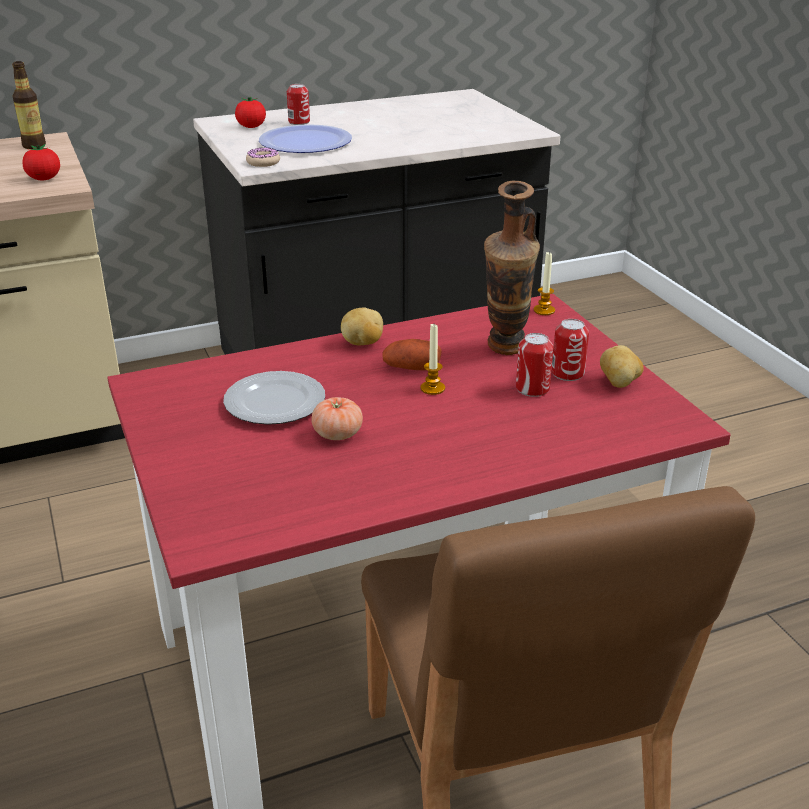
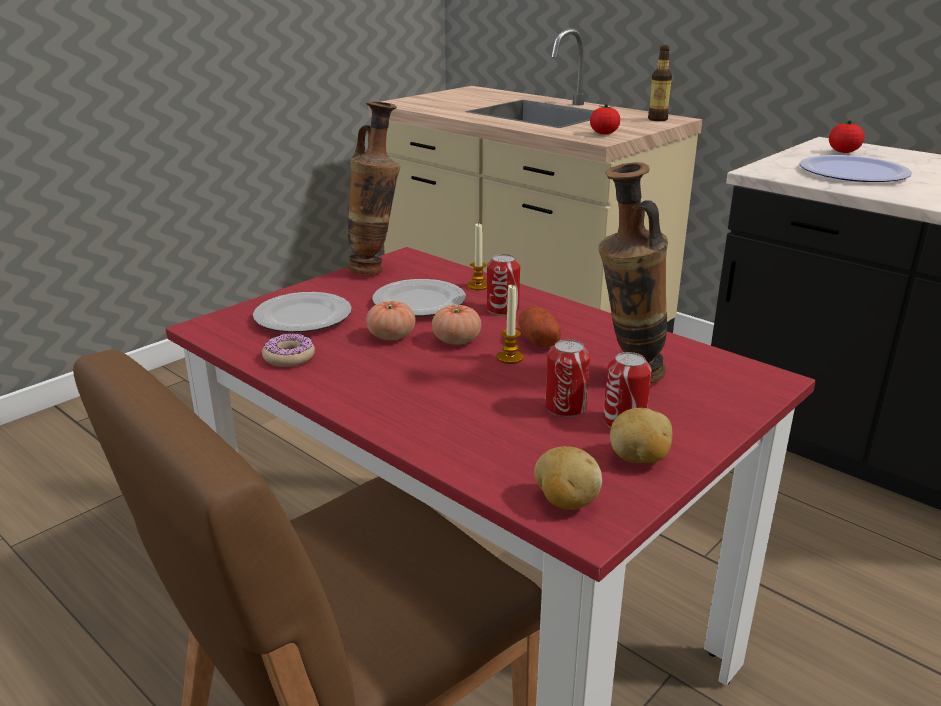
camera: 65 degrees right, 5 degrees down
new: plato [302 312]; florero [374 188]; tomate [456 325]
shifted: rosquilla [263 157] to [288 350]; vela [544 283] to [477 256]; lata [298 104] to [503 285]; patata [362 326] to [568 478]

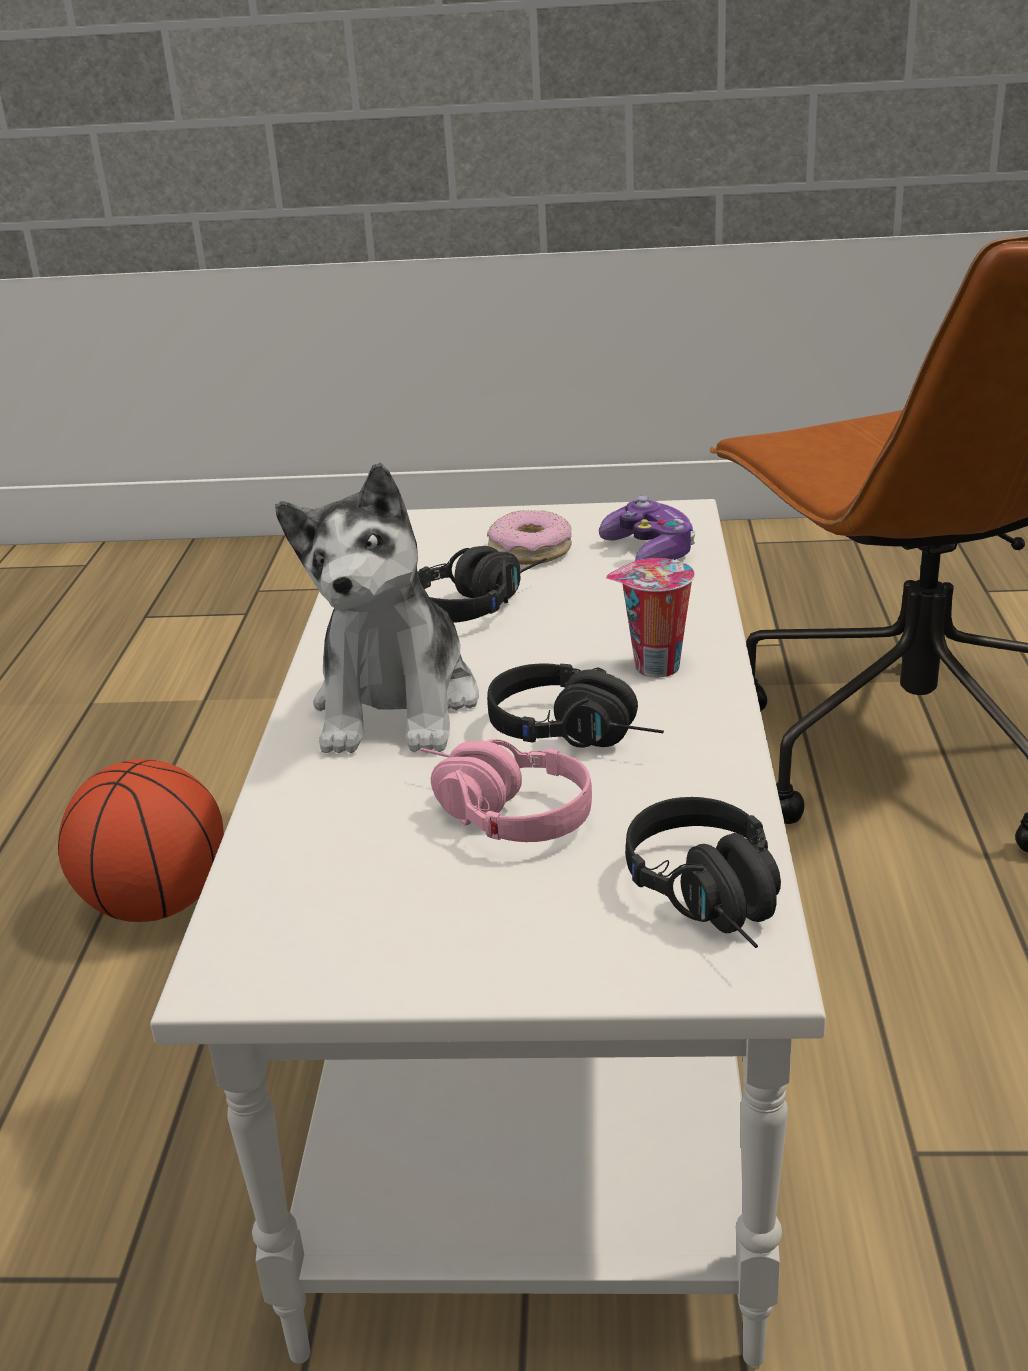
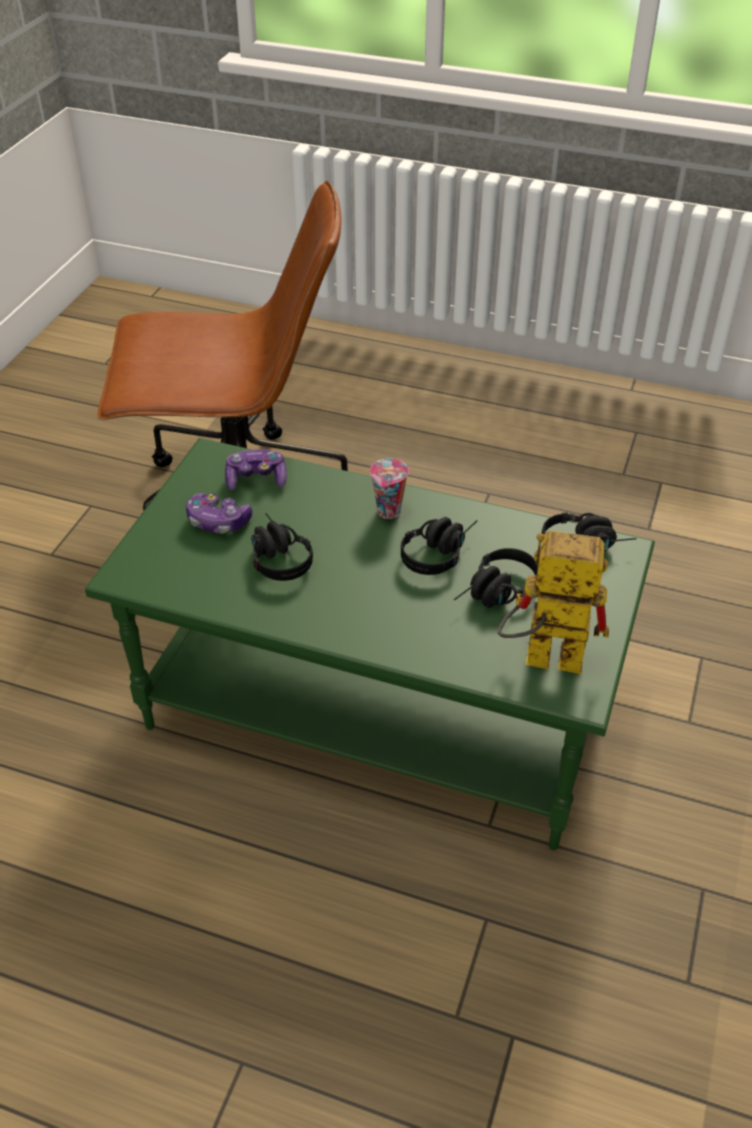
camera: 75 degrees left, 15 degrees up
gone: balón de baloncesto [141 840]; peluche [377 608]
new: robot de juguete [553 602]
swapped: rosquilla [529 537] to mando de consola [219 513]
repainted: mesa de centro/blanco [488 933] to mesa de centro/verde [370 644]; auriculares/rosa [506 790] to auriculares/negro [496 578]

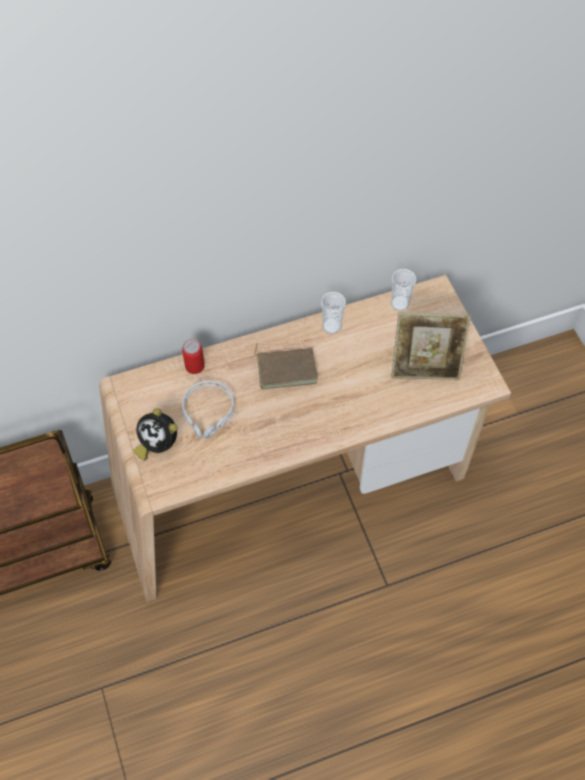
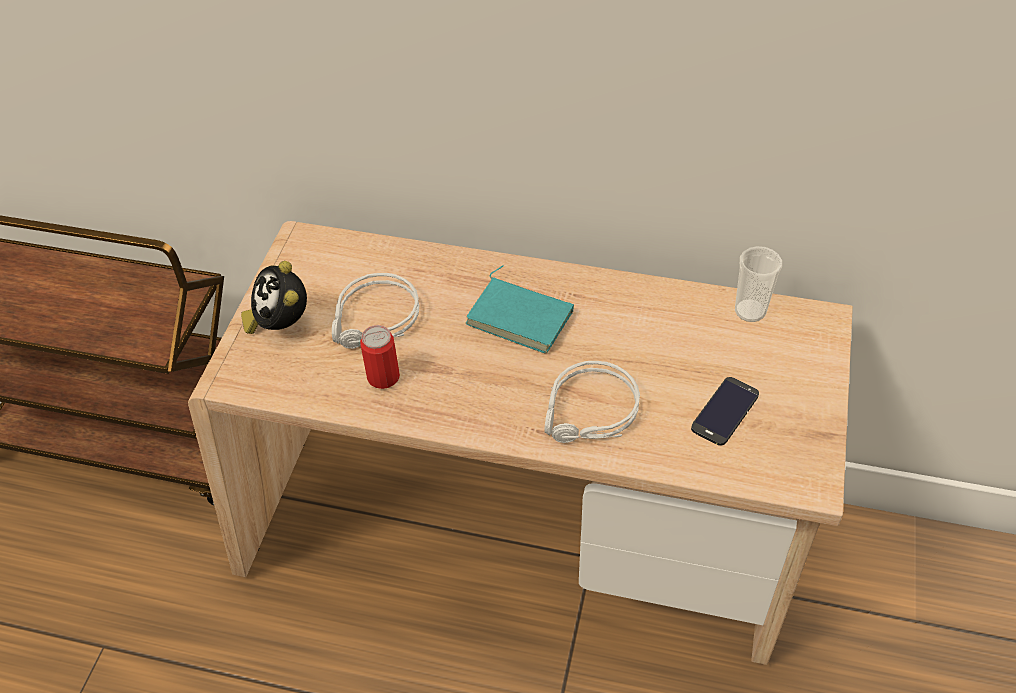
camera: 35 degrees right, 10 degrees down
gone: taza [333 313]
new: auriculares/gris [592 402]
shifted: lata [193 356] to [380 357]
swapped: portarretratos [431 346] to móvil [725 411]
repainted: libro/marrón [286 366] to libro/turquesa [519 309]

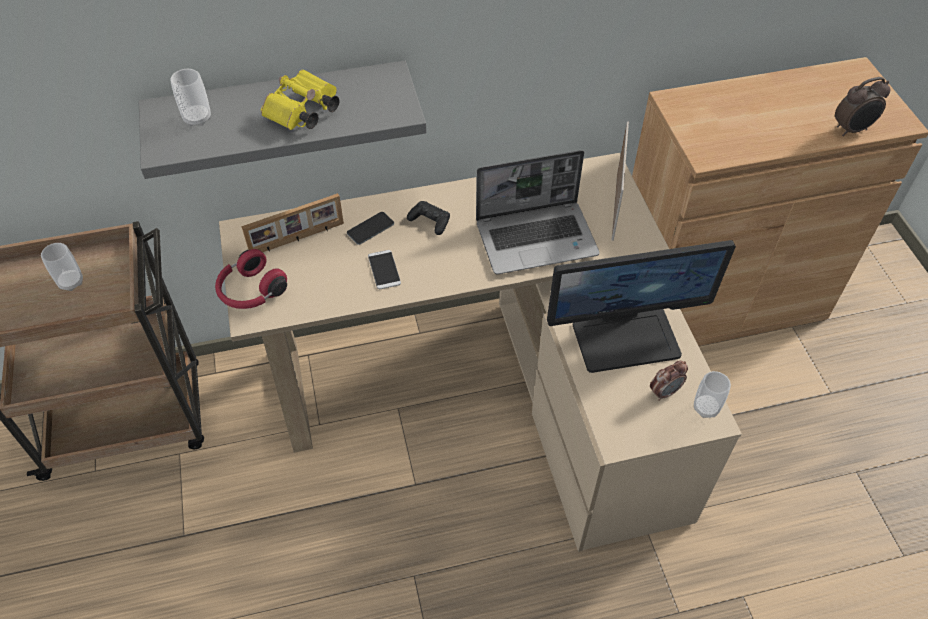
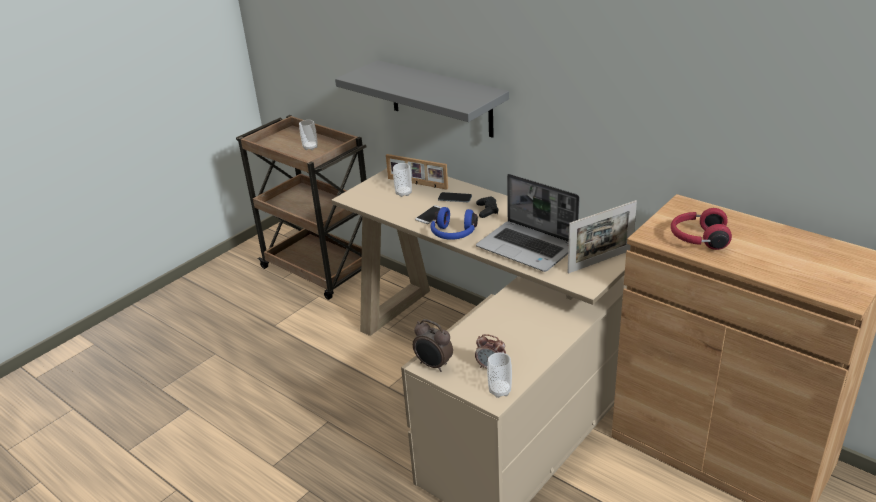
camera: 55 degrees right, 20 degrees down
gone: prismáticos/amarillo [300 100]; monitor [641 306]
new: auriculares/azul [454 223]
shifted: taza [190 97] to [402 180]; despertador [862 106] to [433 345]; auriculares/rojo [251 279] to [701 229]

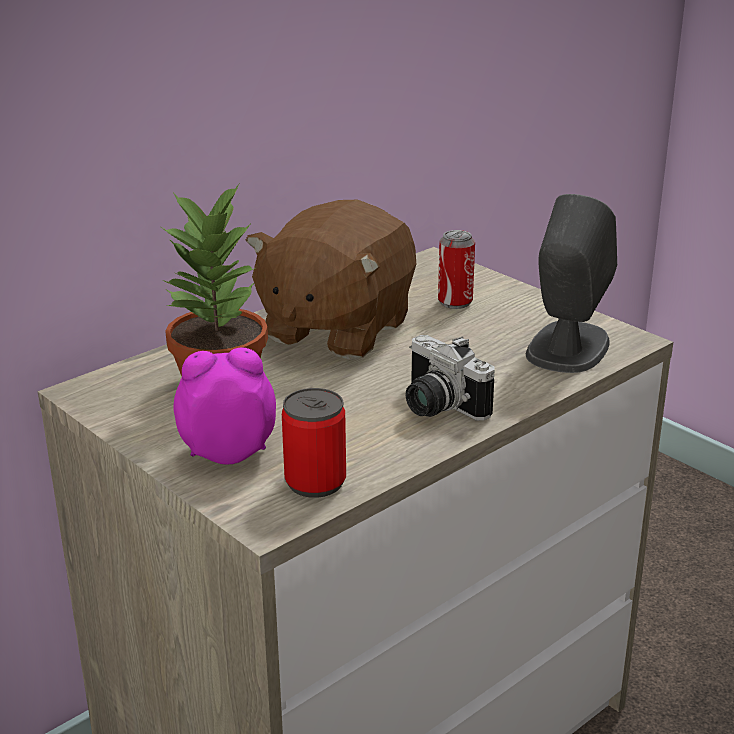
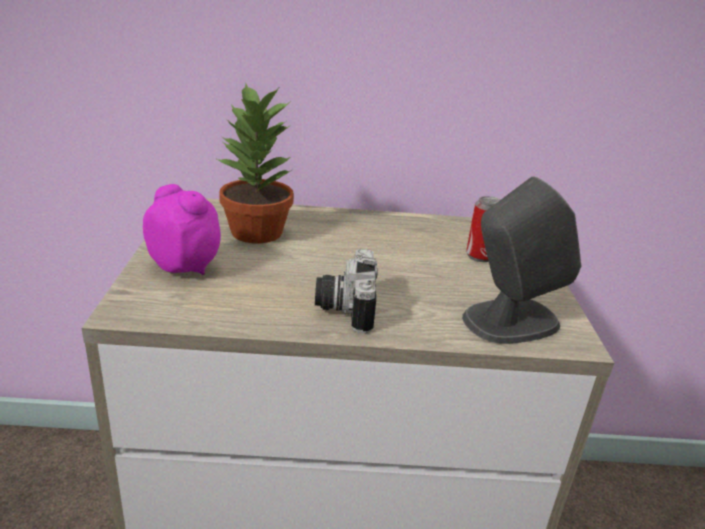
camera: 40 degrees right, 0 degrees up
gone: peluche/marrón [331 280]; lata [314 443]

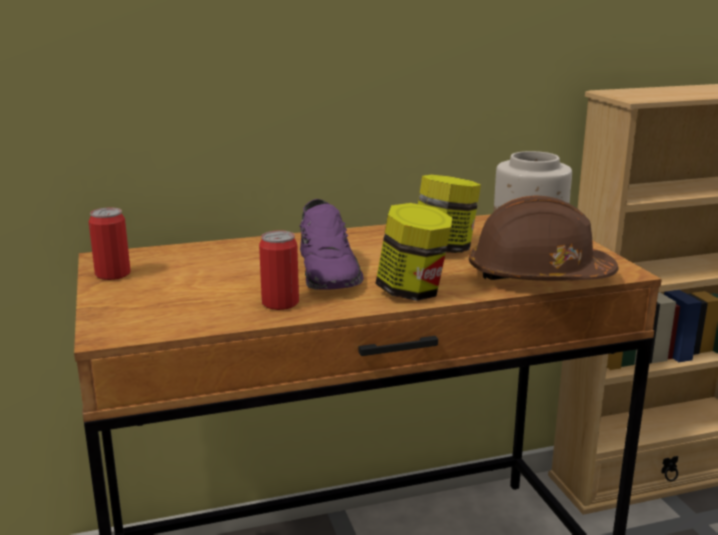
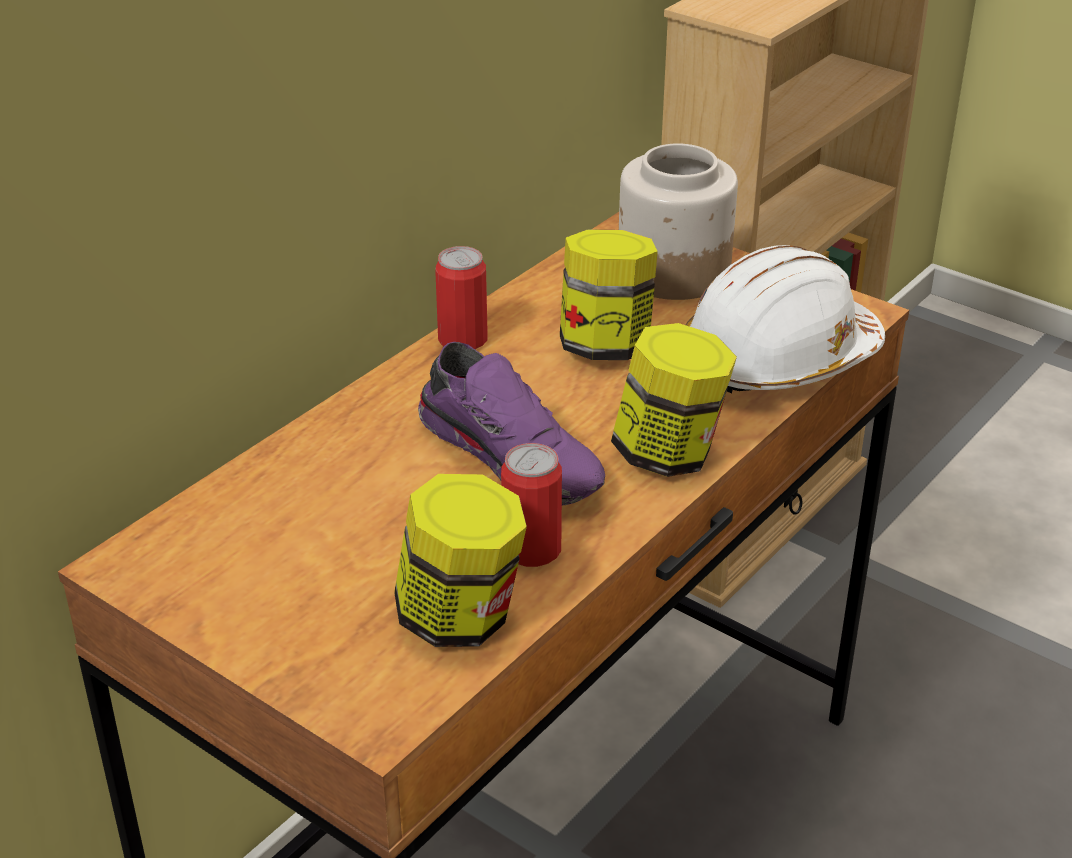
camera: 35 degrees left, 15 degrees up
new: tarro [460 560]
shifted: lata [110 243] to [461 297]
repainted: casco/marrón [544 238] to casco/blanco [785 319]

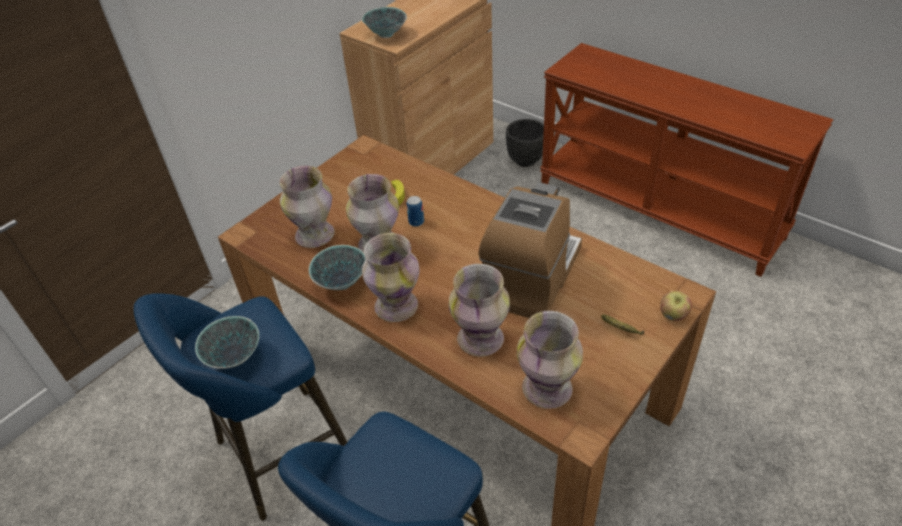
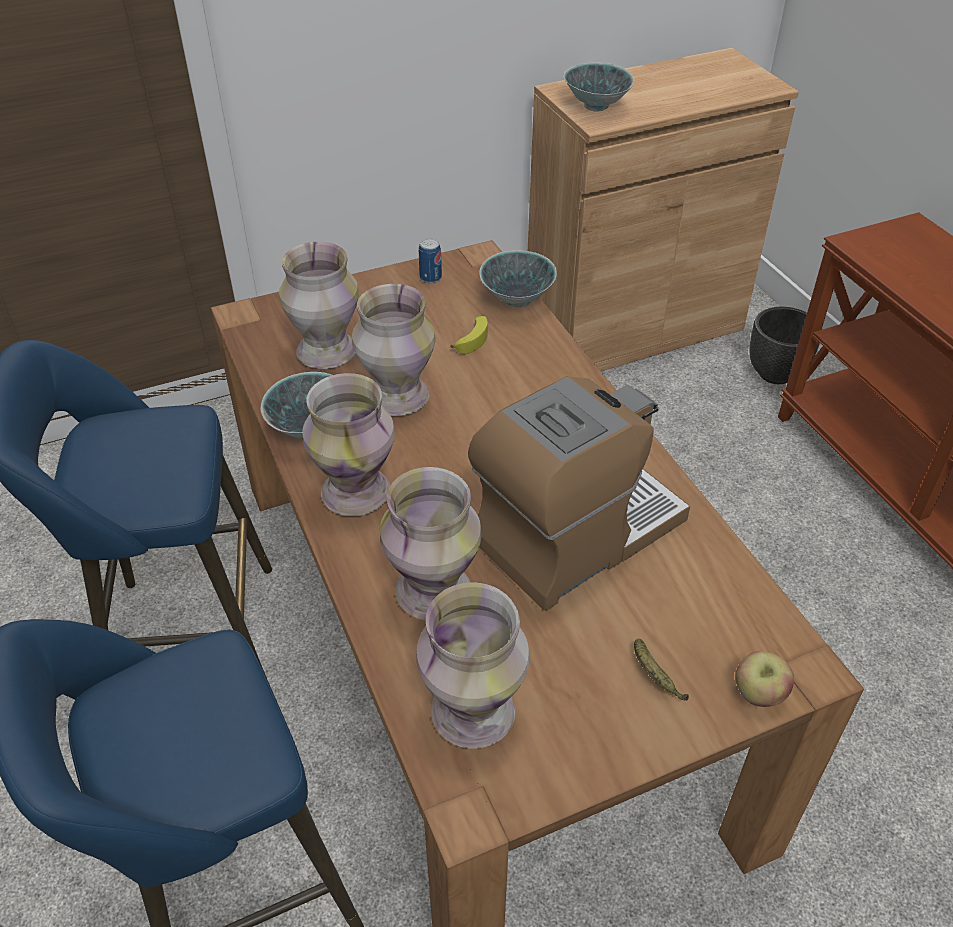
camera: 25 degrees right, 0 degrees up
shifted: lata [415 211] to [430 260]; cuenco [227 342] to [518 278]

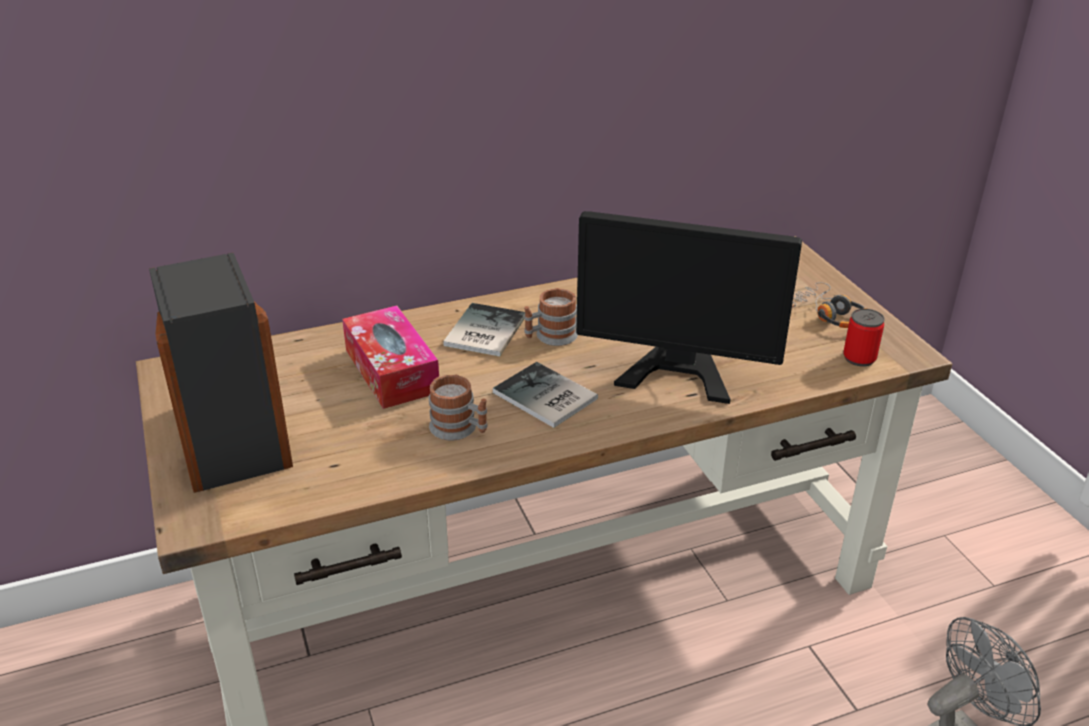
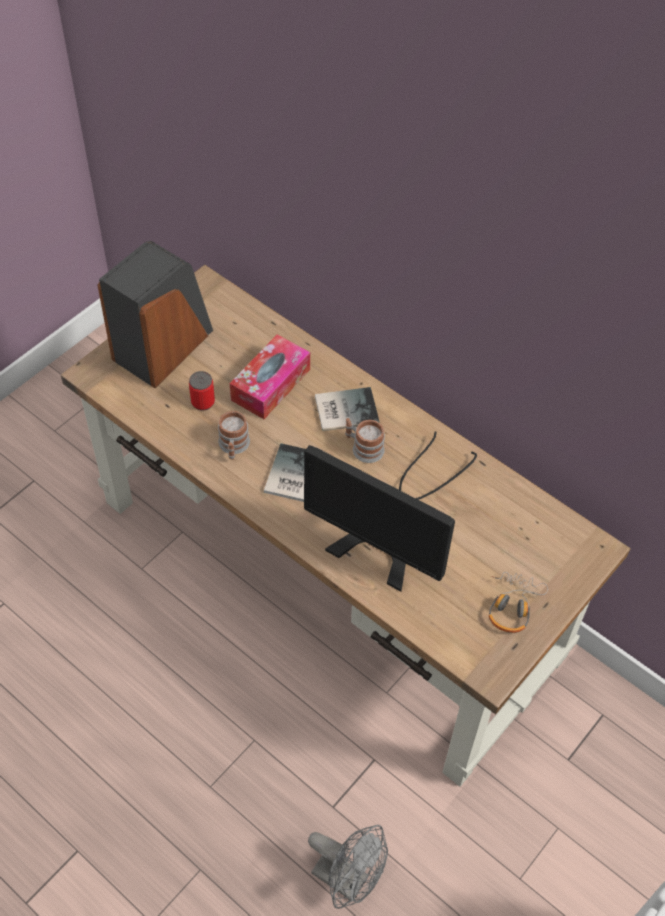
camera: 60 degrees right, 20 degrees up
shifted: lata [863 338] to [202 391]
rotated: monitor [689 307] = [390 511] 45 degrees counterclockwise

